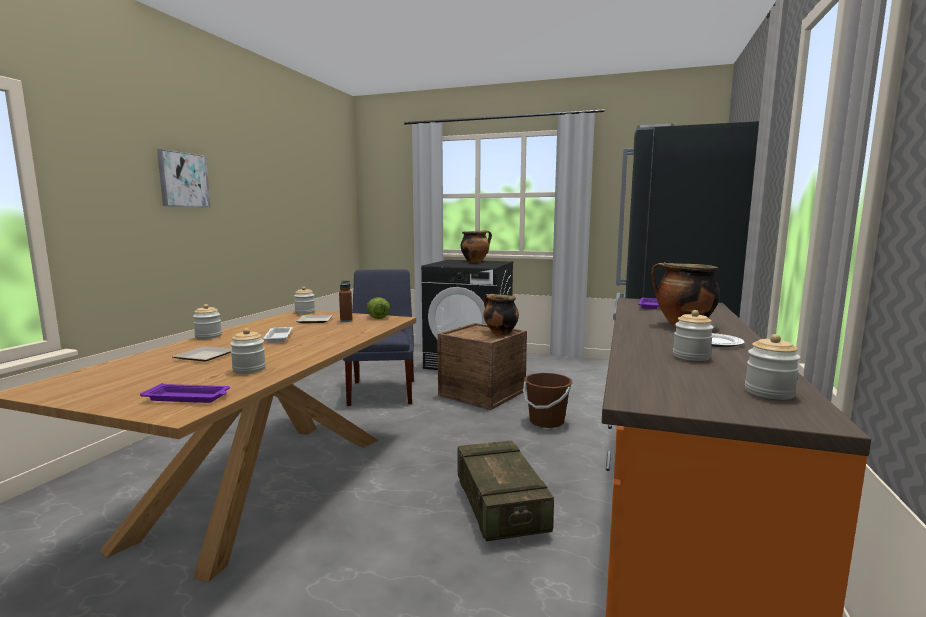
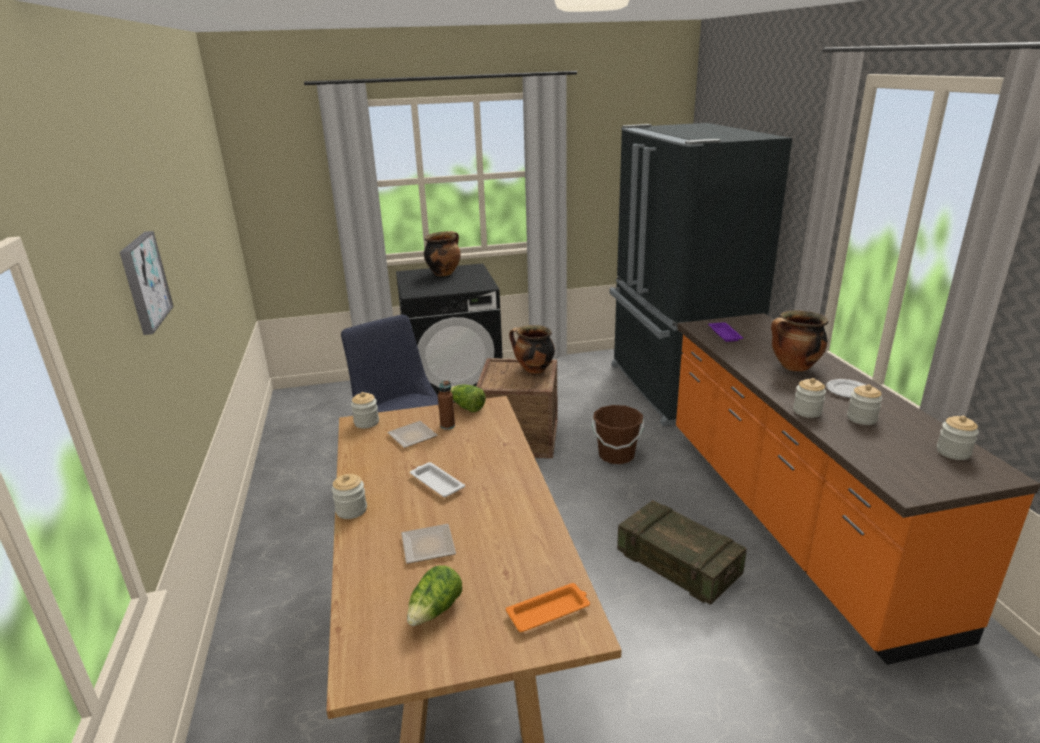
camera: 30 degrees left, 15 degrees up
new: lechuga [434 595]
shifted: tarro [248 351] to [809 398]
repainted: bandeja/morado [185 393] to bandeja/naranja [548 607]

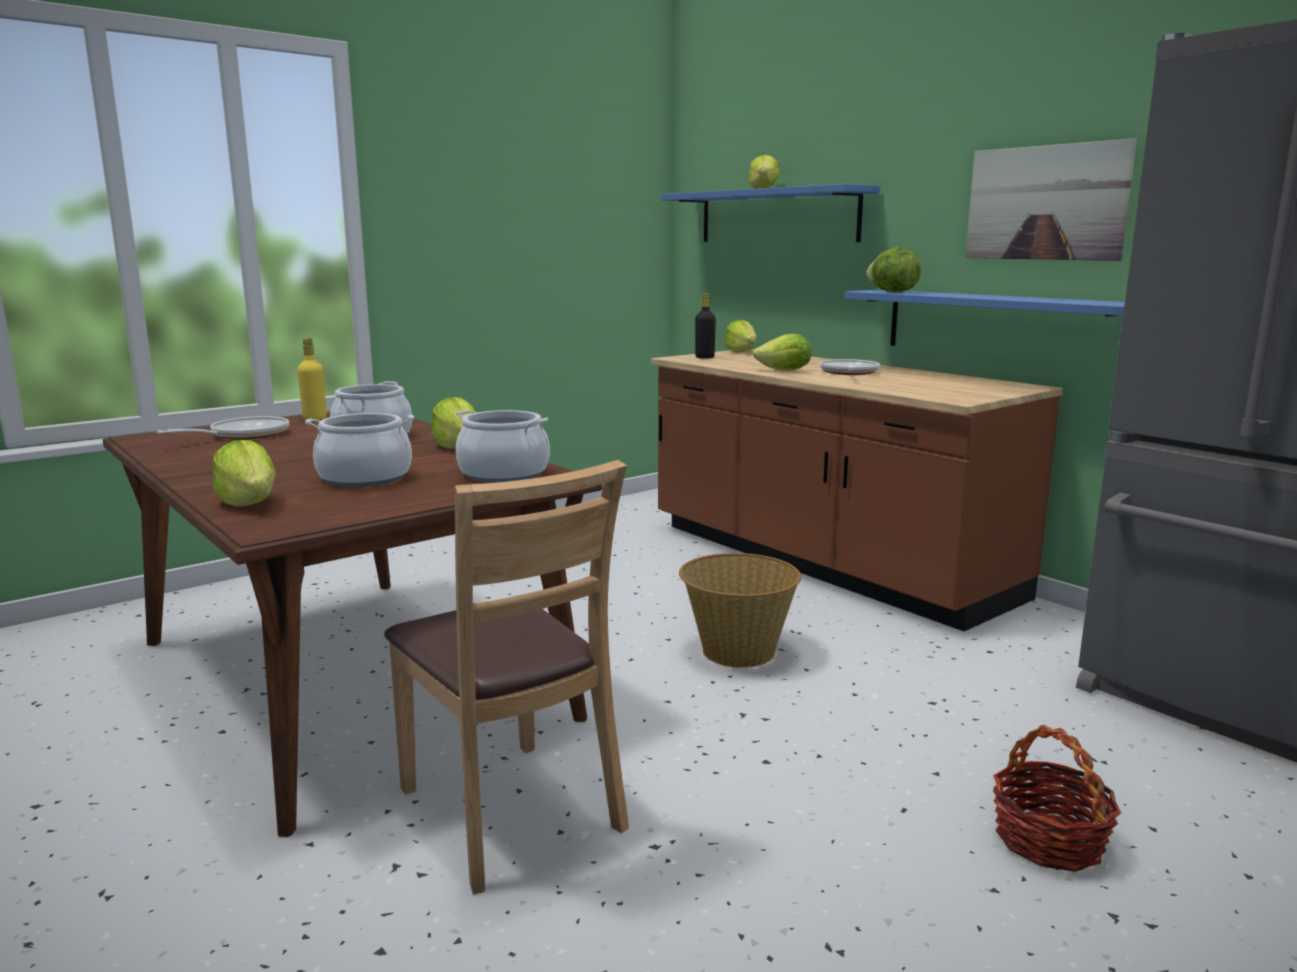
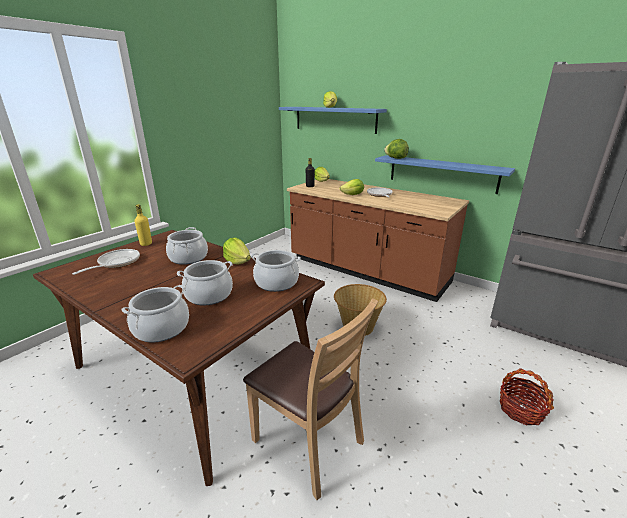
camera: 15 degrees left, 10 degrees up
gone: cuadro [1051 199]
swapped: lechuga [244 473] to olla [155 313]

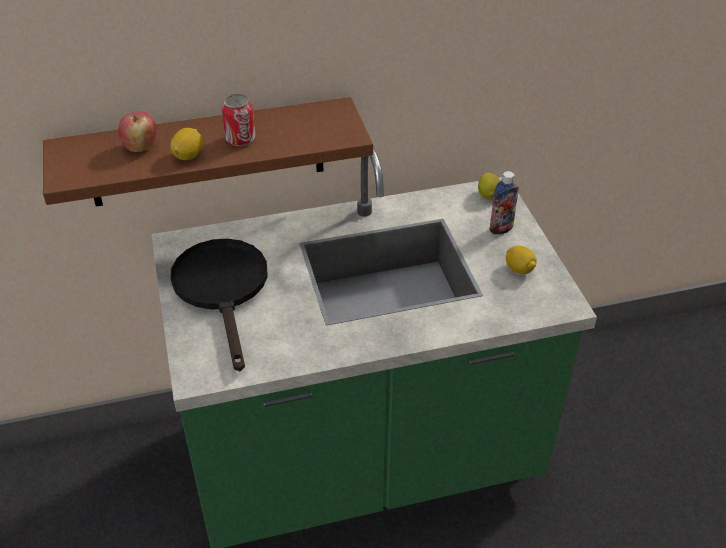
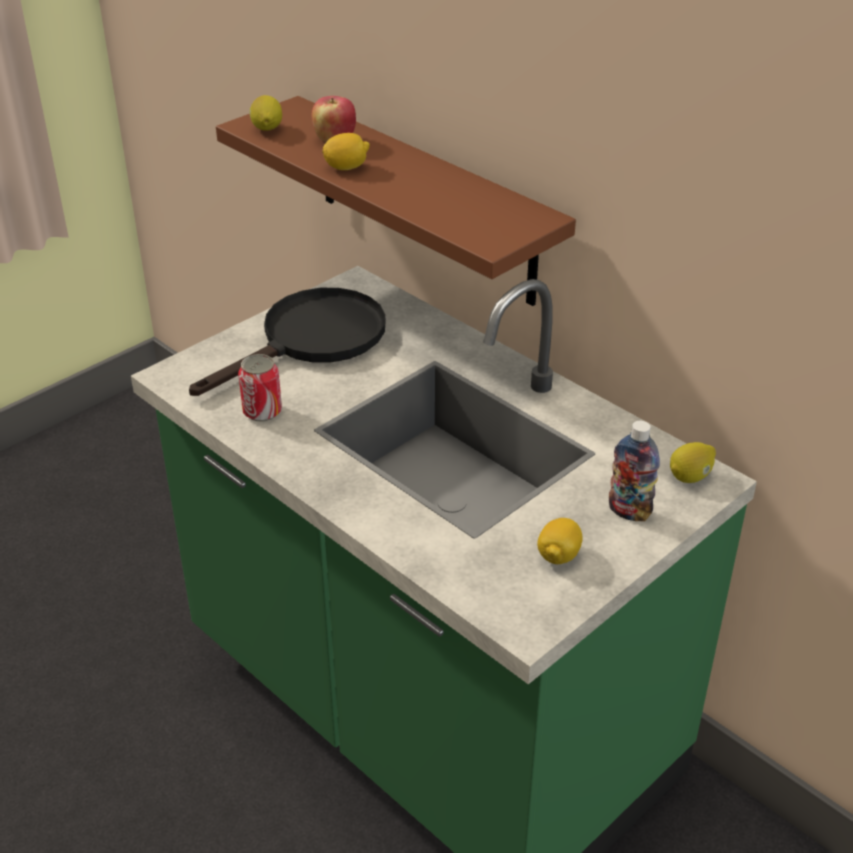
camera: 60 degrees right, 5 degrees down
new: limón [265 113]
shifted: lata [238 120] to [260 388]

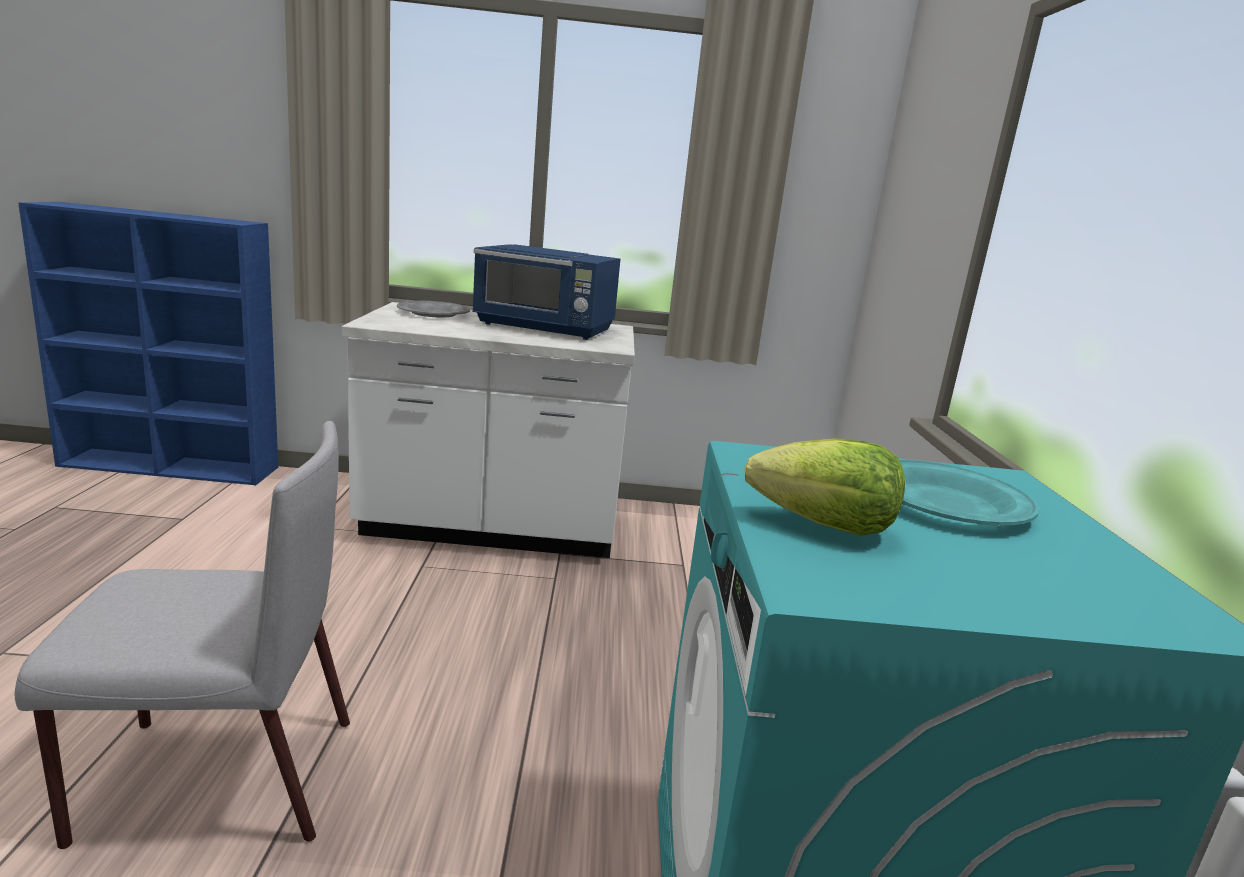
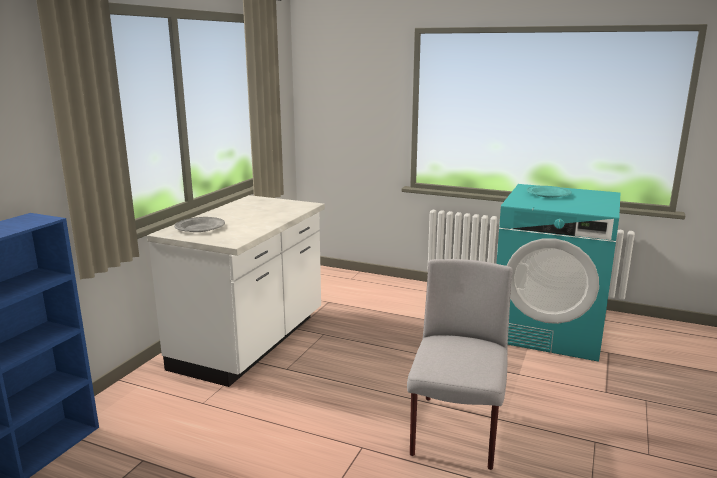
camera: 65 degrees left, 0 degrees up
gone: microondas/azul [546 292]; lechuga [824 487]

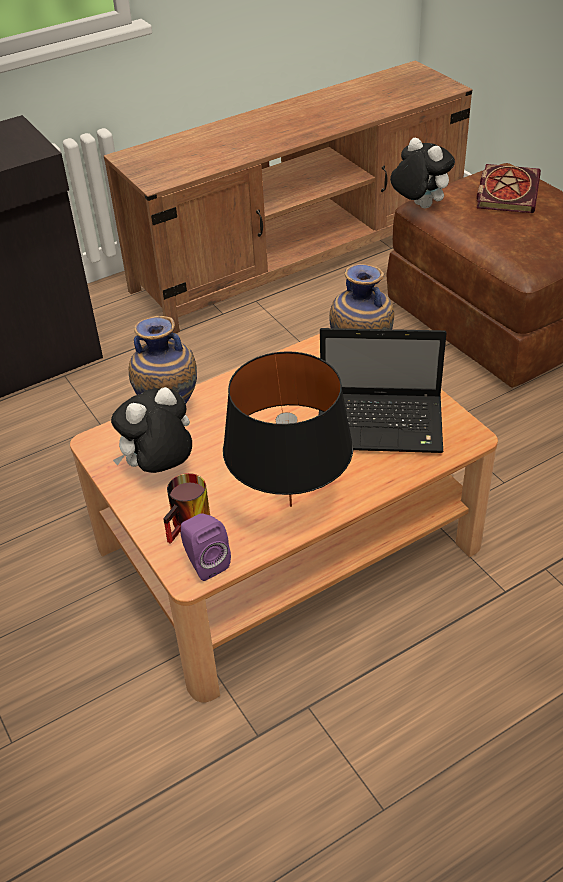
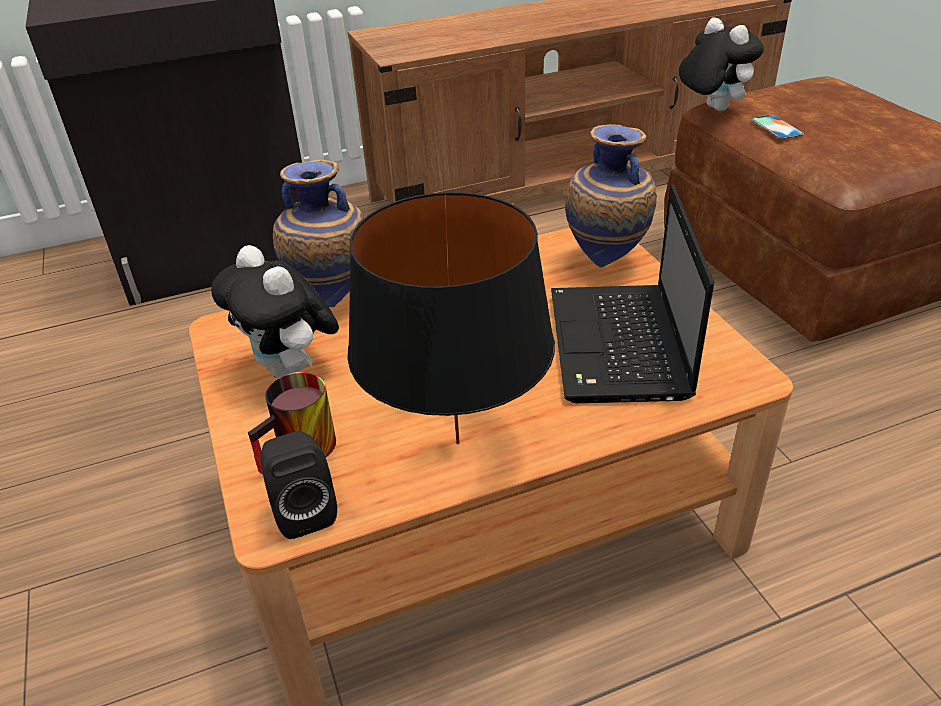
camera: 10 degrees right, 5 degrees down
gone: libro [509 188]
new: móvil [777 126]
repainted: altavoz/morado [206 547] to altavoz/negro [298 485]
rotated: peluche [151 430] = [275 312] 105 degrees counterclockwise; portátil [382 390] = [632 294] 75 degrees clockwise

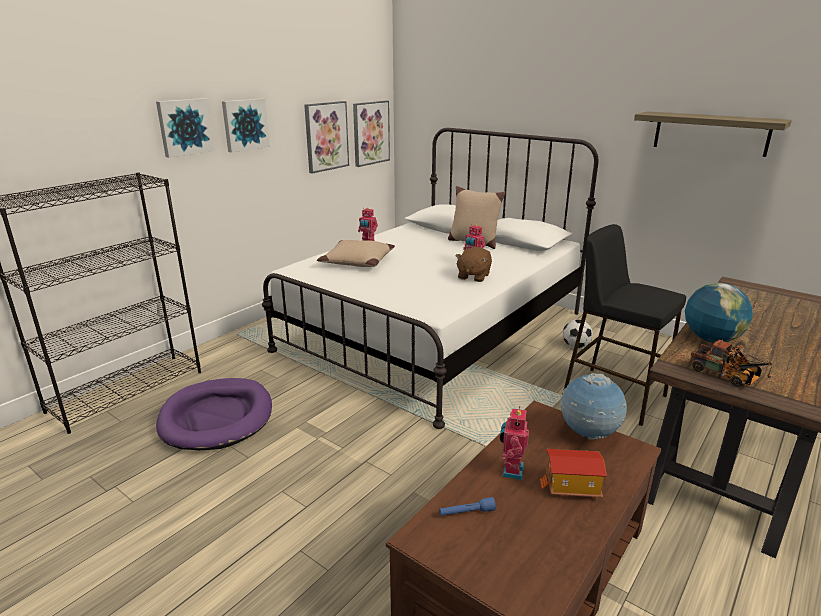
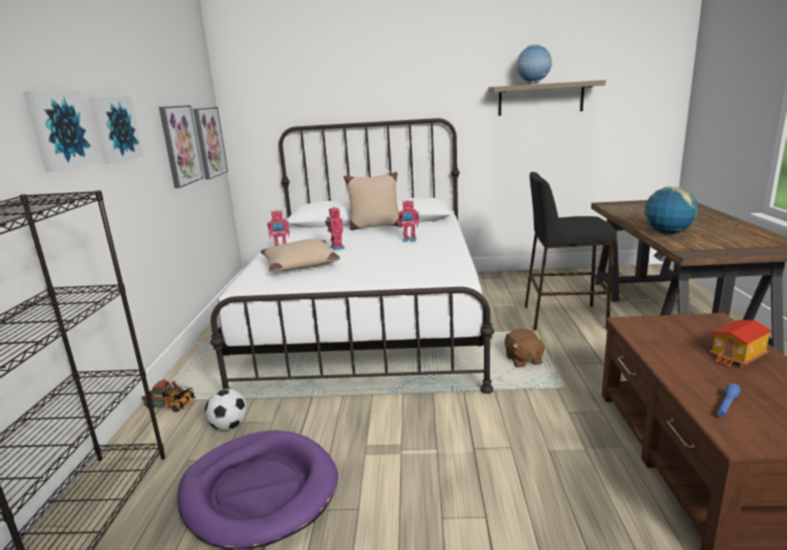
camera: 35 degrees left, 5 degrees down
shifted: camión de juguete [730 363] to [169 396]; balón de fútbol [578 333] to [226 410]; robot de juguete [514 443] to [335 228]; peluche/marrón [473 264] to [526 347]; globo terráqueo [593 406] to [534 64]

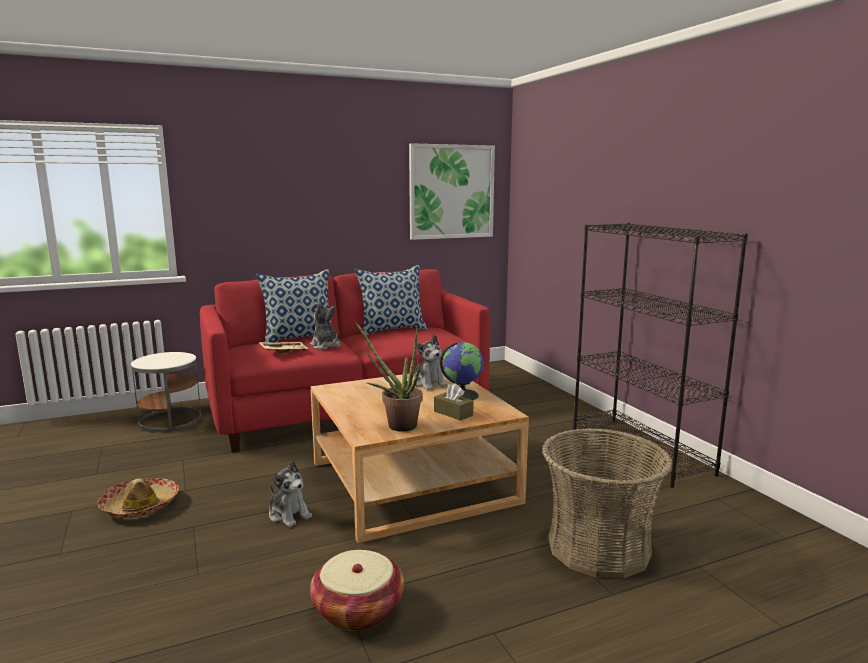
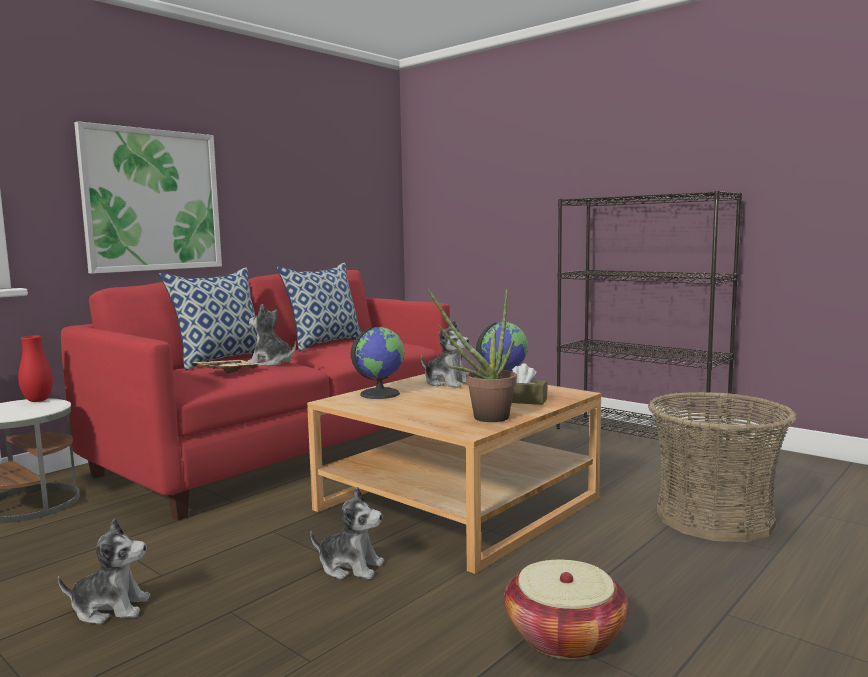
camera: 25 degrees left, 5 degrees down
new: florero/rojo [35 368]; globo terráqueo [377 363]
shifted: cuadro [452 191] to [148 197]
swapped: sombrero [138 498] to peluche [104 571]

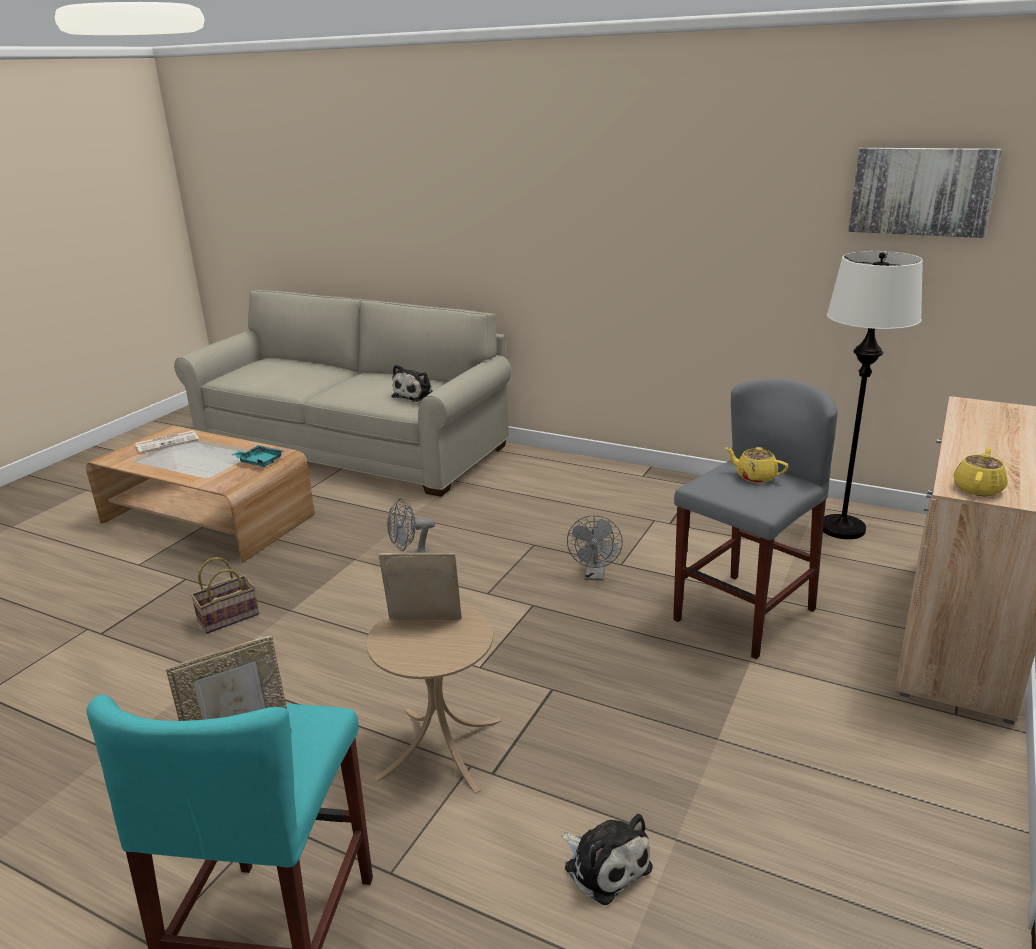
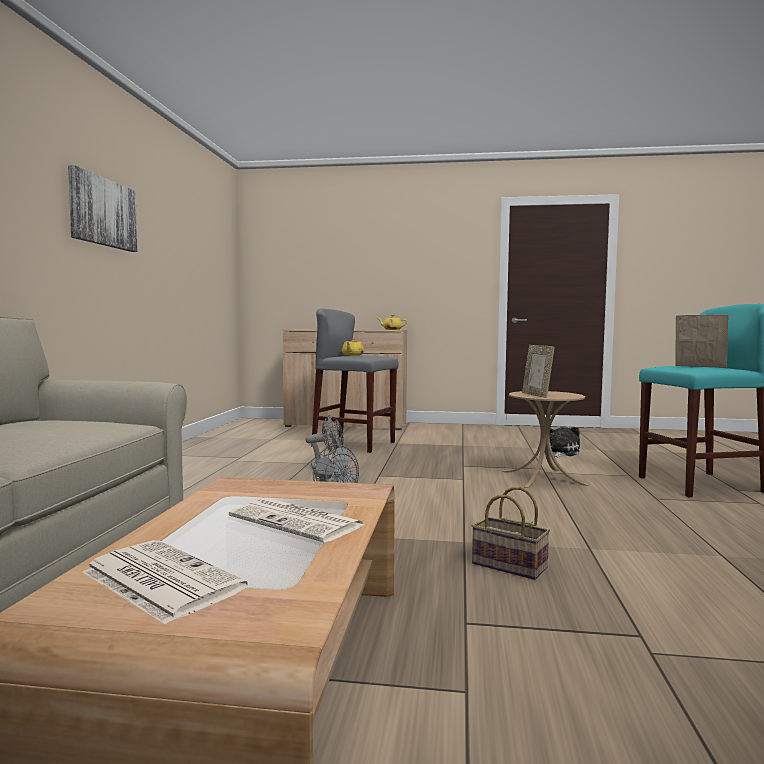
camera: 110 degrees left, 20 degrees down
gone: bandeja/turquesa [258 456]; peluche [412 383]; lámpara de pie/blanco [873 395]
new: periódico [296 520]
shifted: cuadro [924 193] to [103 208]

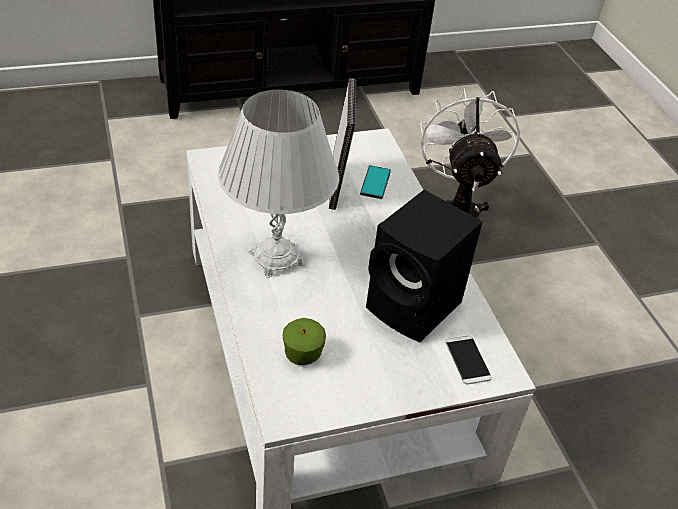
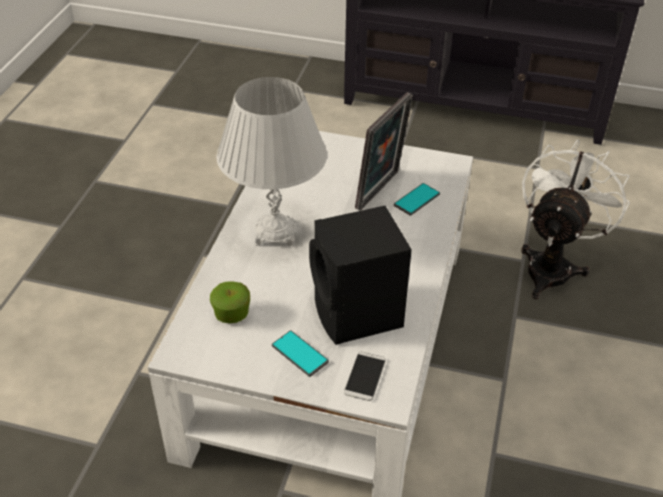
camera: 35 degrees right, 0 degrees up
new: móvil [300 353]

